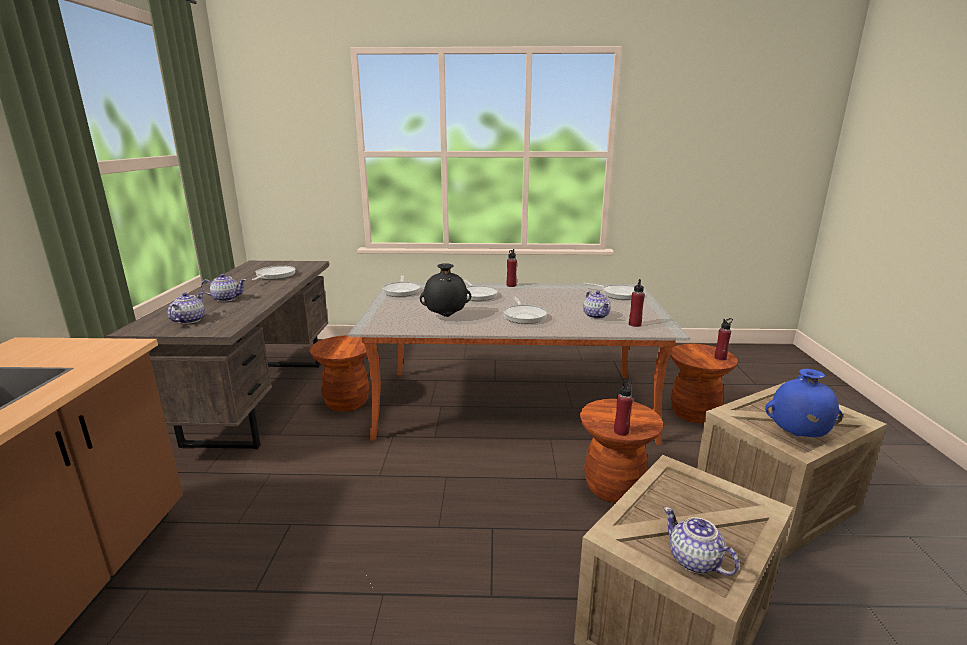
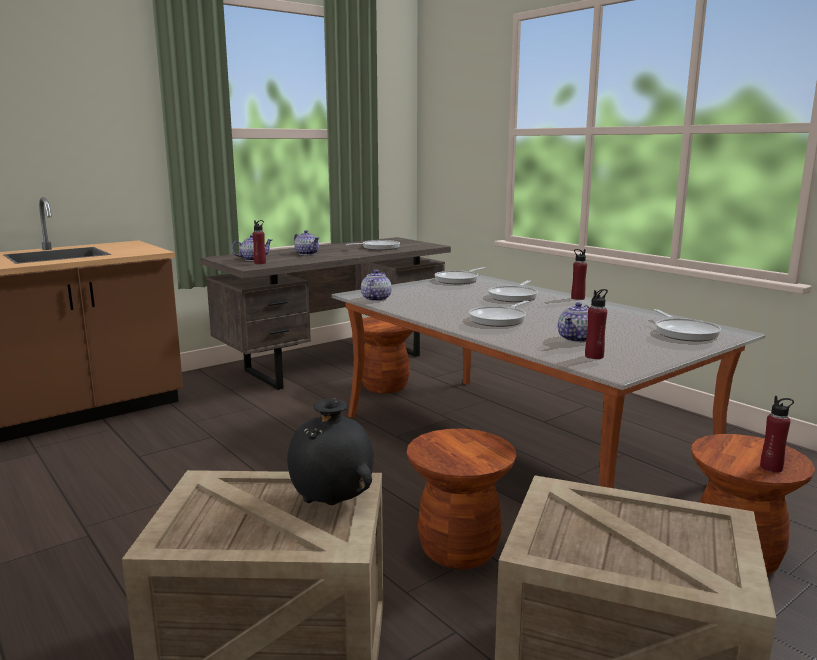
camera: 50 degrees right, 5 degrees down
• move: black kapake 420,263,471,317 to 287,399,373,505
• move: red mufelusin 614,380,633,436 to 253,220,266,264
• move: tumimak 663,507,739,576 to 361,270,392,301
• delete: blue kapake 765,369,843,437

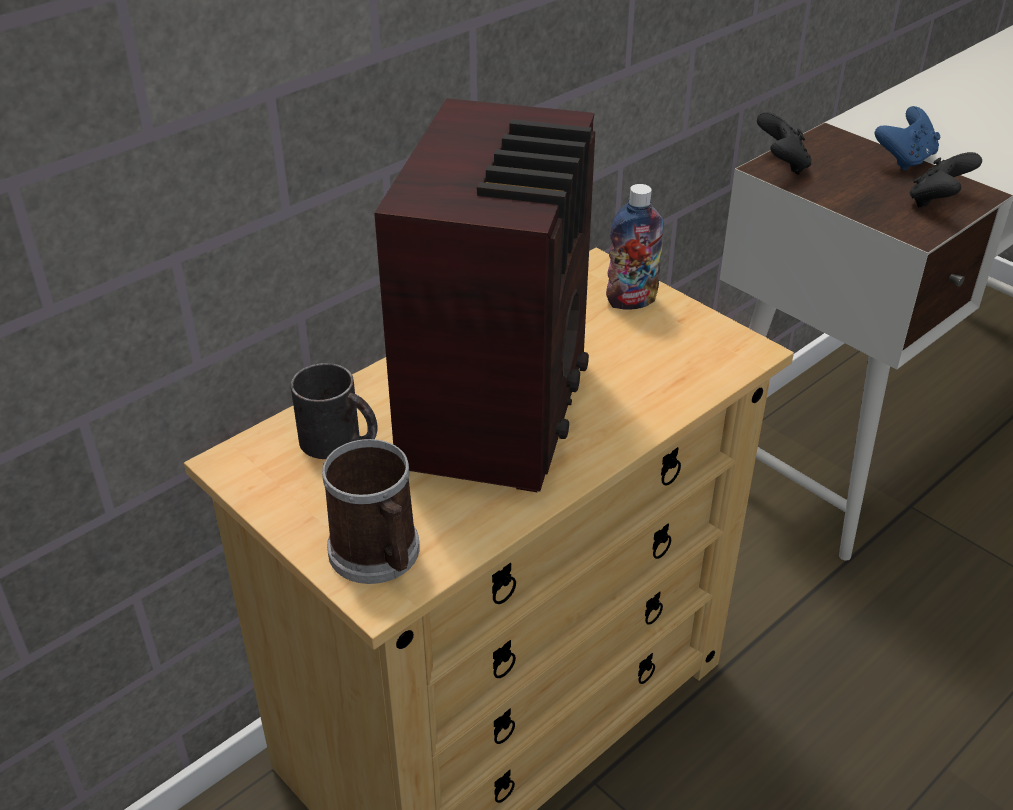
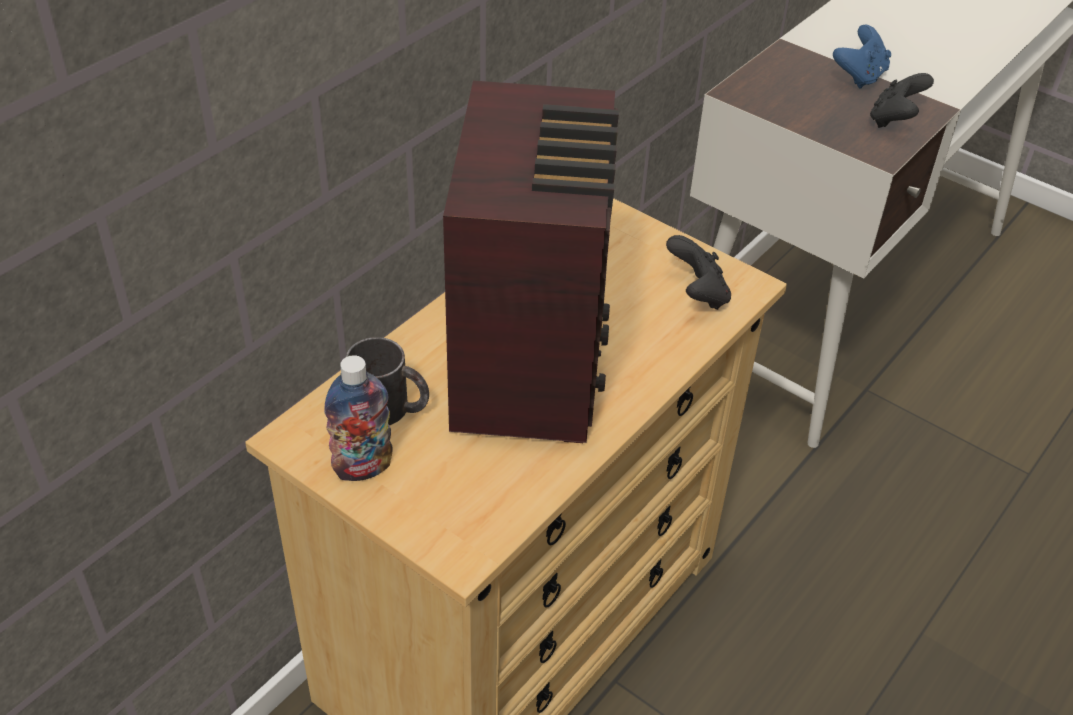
camera: 10 degrees left, 5 degrees up
• delete: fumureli 322,439,419,584
• move: mufelusin 606,184,664,310 to 324,355,393,481
• move: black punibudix 757,112,812,175 to 666,235,731,310

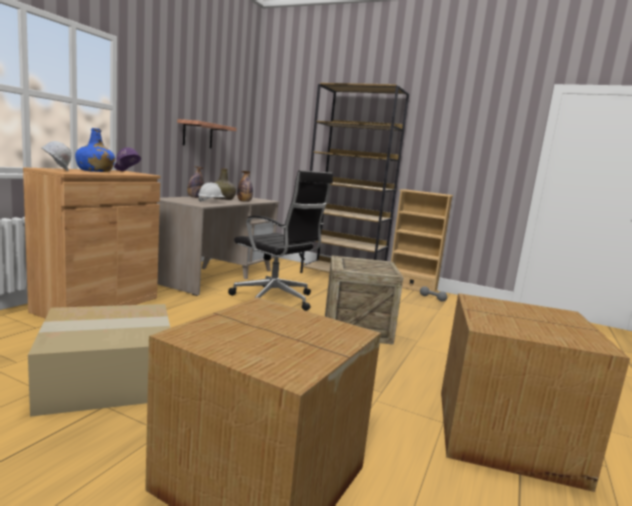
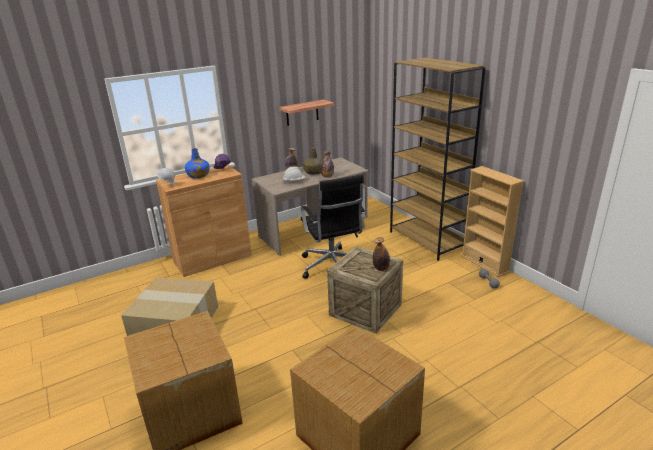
camera: 35 degrees right, 15 degrees up
• insert: mufelusin 373,237,390,271

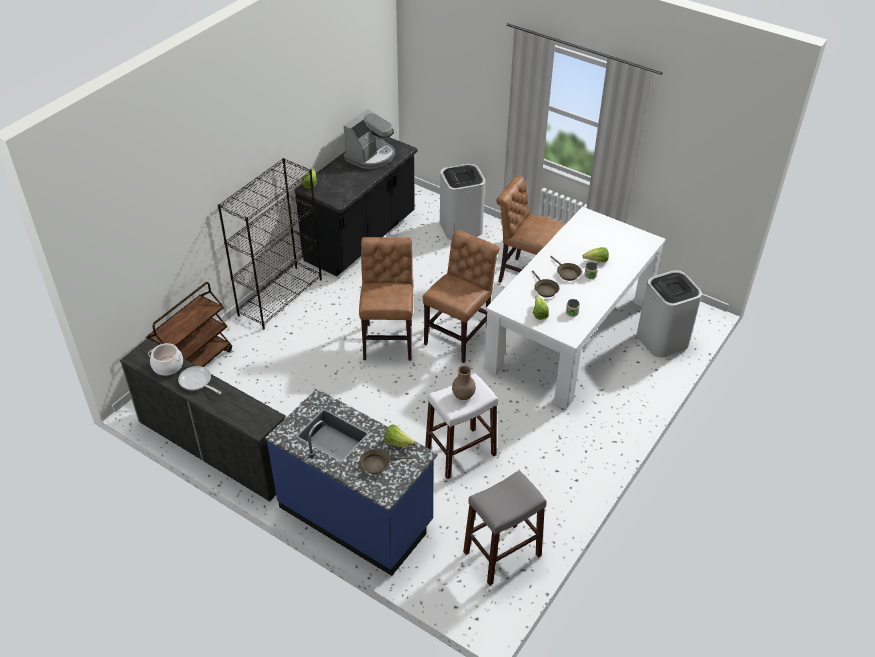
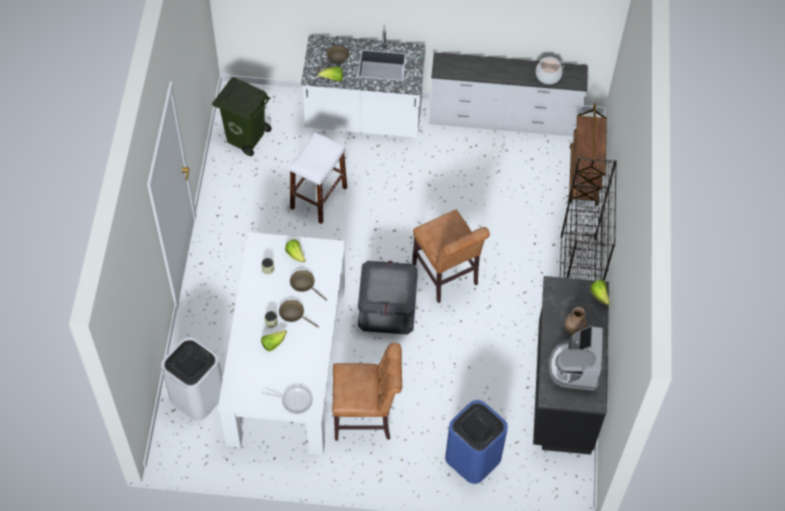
camera: 150 degrees right, 15 degrees up
• move: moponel 178,366,222,394 to 261,386,313,414
• recolor: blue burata 265,389,438,576 to white burata 301,30,426,138
• replace: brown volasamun 423,230,500,363 to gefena 358,261,418,335
• recolor: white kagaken 440,163,485,240 to blue kagaken 445,400,508,484
• move: brown kapake 452,365,476,400 to 565,307,587,334
• replace: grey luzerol 463,470,547,585 to green kagaken 212,77,272,156

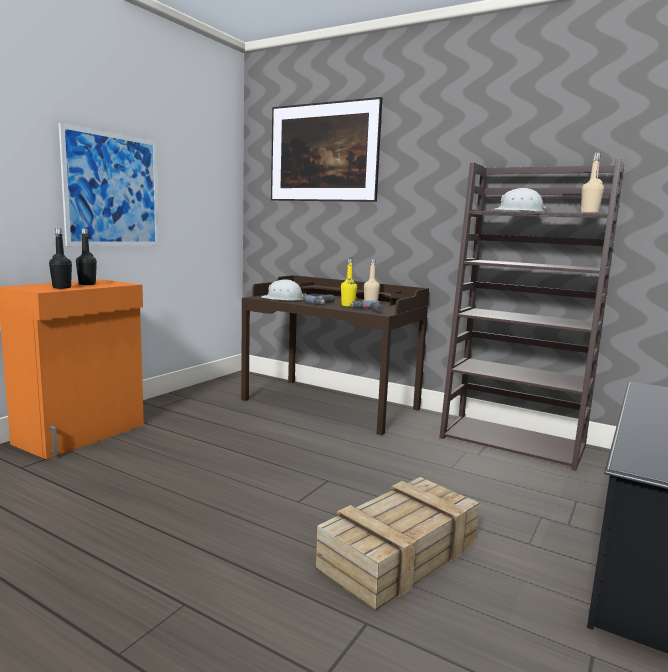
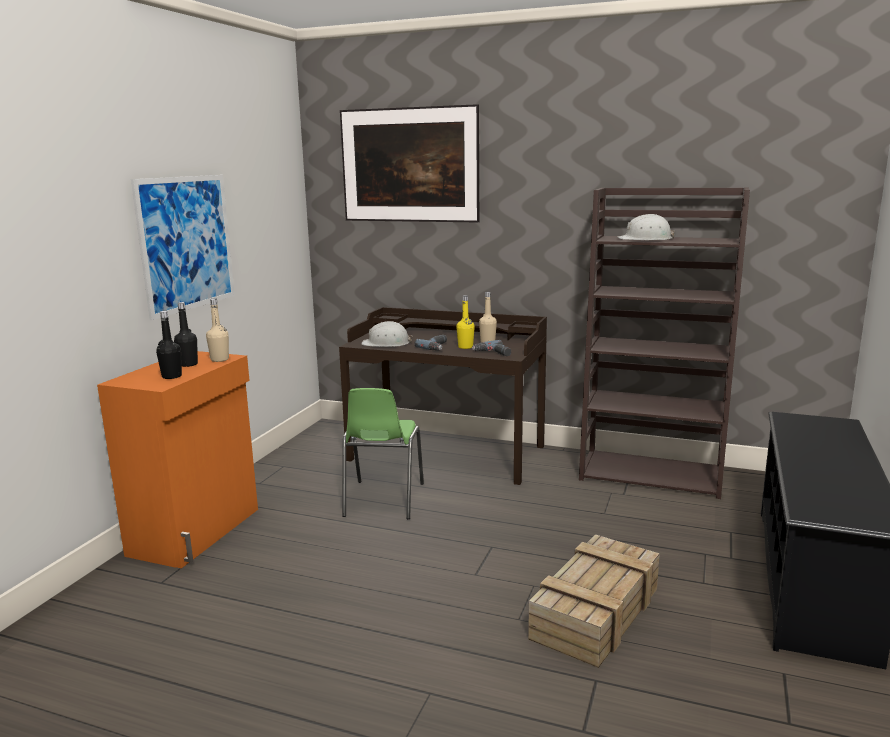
camera: 10 degrees left, 5 degrees up
• move: beige mufelusin 581,153,604,213 to 206,298,229,362
• insert: green volasamun 342,388,424,519

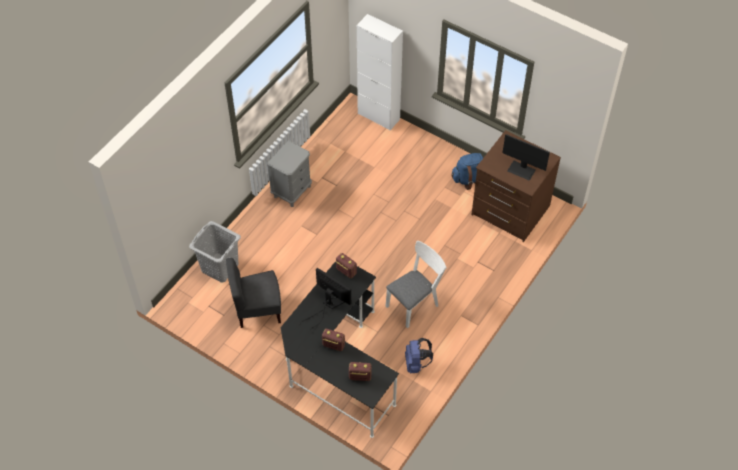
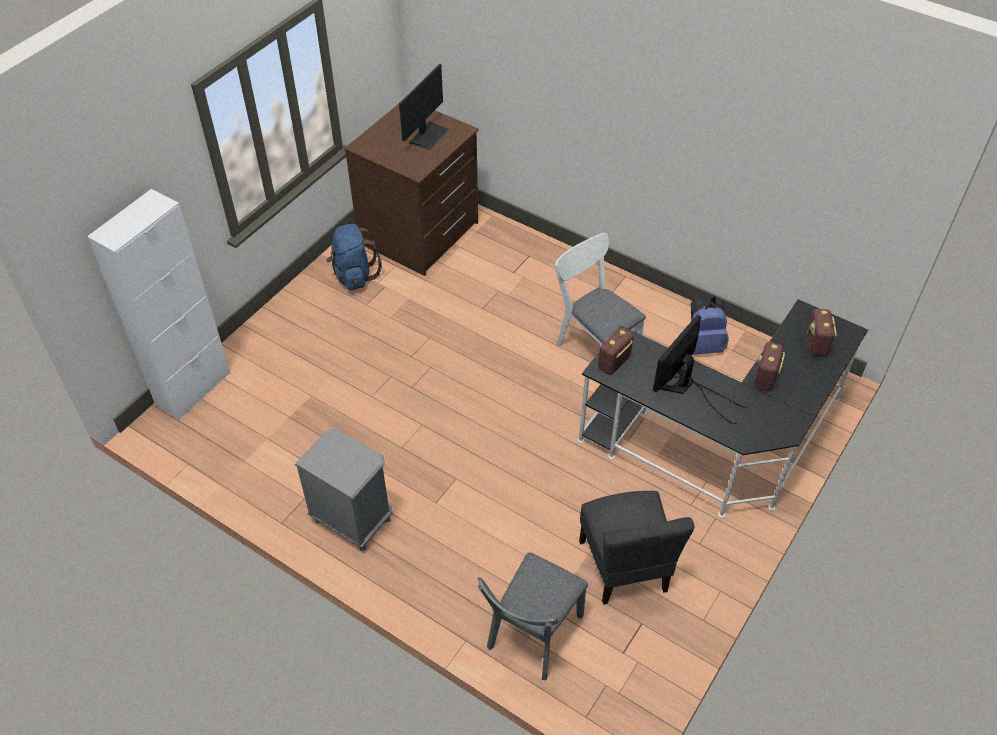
camera: 90 degrees left, 5 degrees down
• replace: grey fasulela 189,221,241,283 to grey volasamun 477,552,588,680

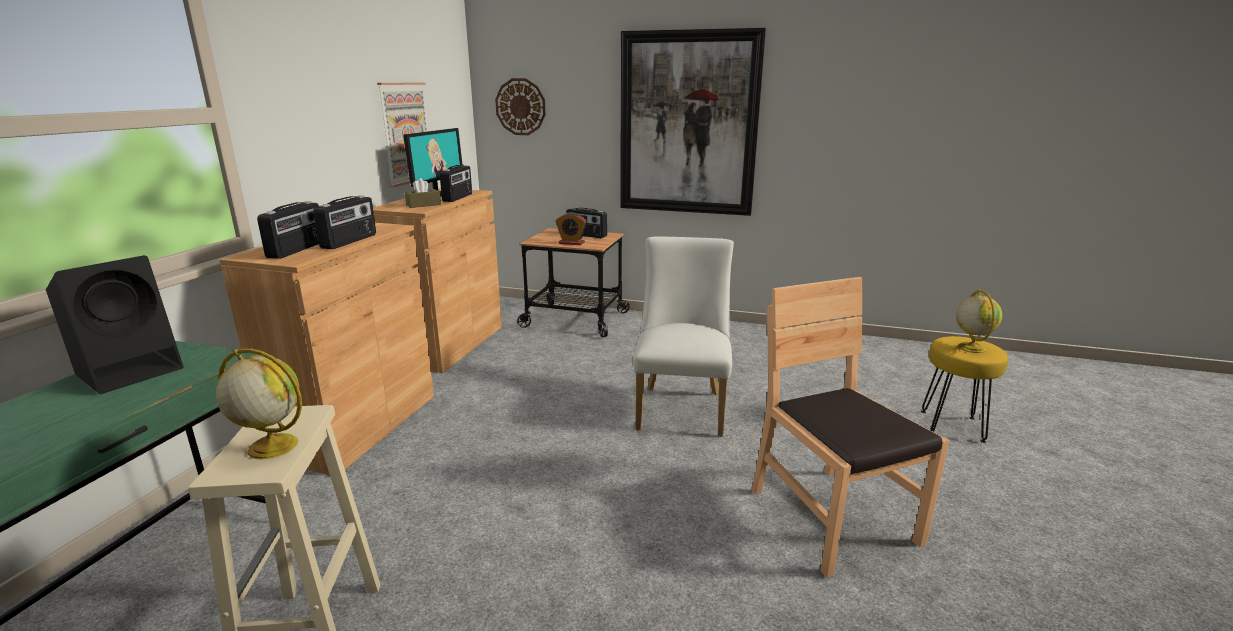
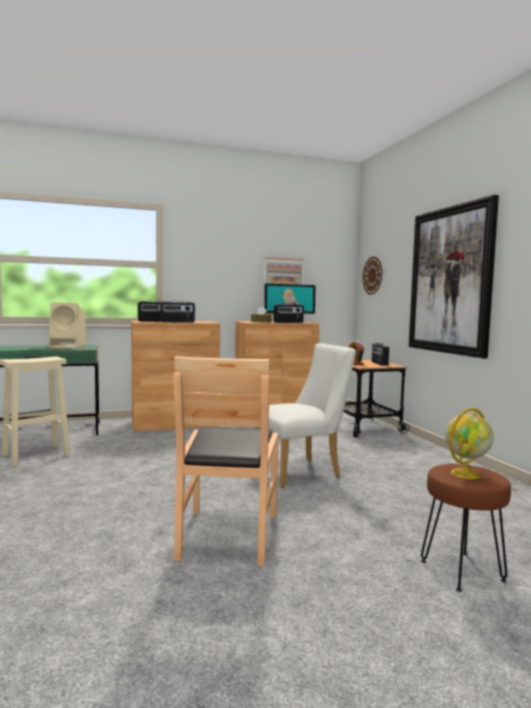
camera: 55 degrees right, 15 degrees down
• recolor: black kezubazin 46,255,184,394 to beige kezubazin 49,302,86,348
• delete: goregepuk 216,349,302,460
• rotate: brown volasamun 752,277,949,578 = 173,356,278,566 150 degrees clockwise
• recolor: yellow luzerol 921,336,1008,443 to brown luzerol 421,464,511,592

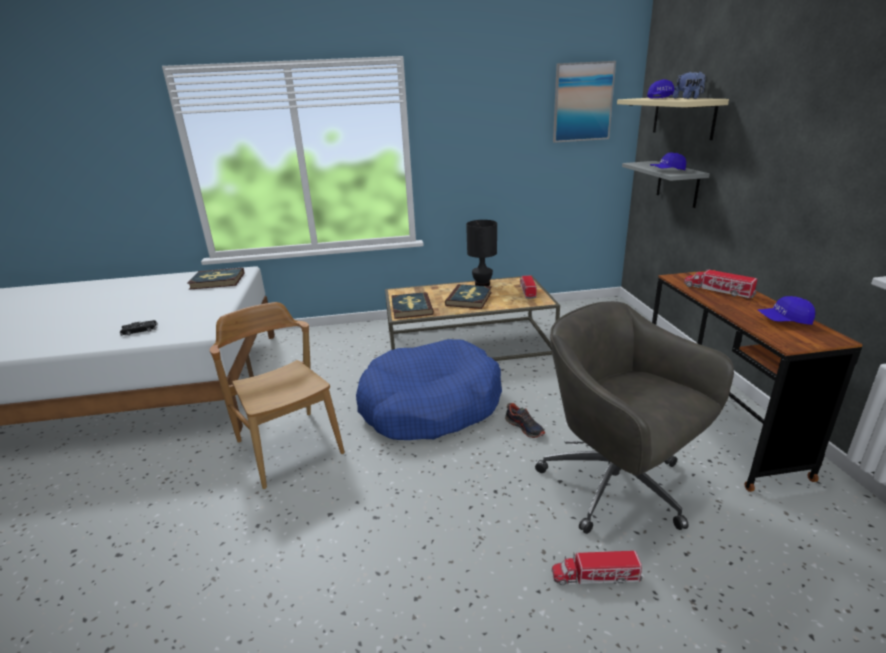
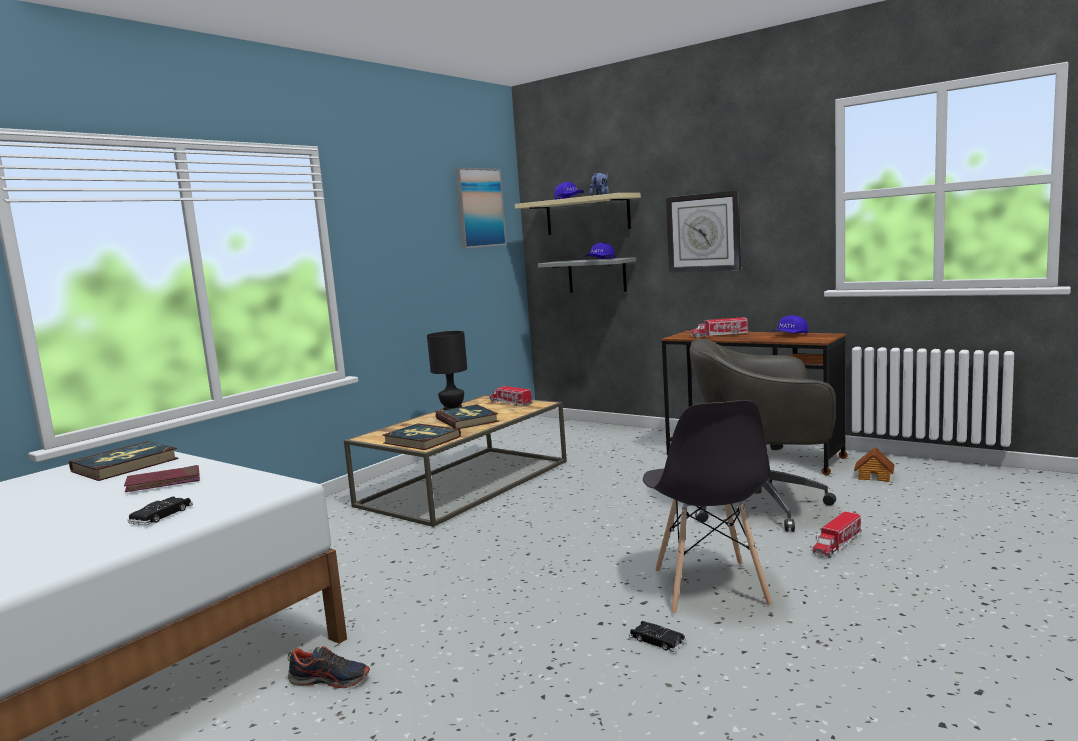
camera: 45 degrees left, 15 degrees down
• delete: brown volasamun 210,302,345,489
• delete: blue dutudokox 356,339,502,440
• move: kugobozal 505,403,545,438 to 288,646,370,688
• insert: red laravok 124,465,200,492
• insert: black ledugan 629,621,686,652
• insert: grey volasamun 643,400,772,615
• insert: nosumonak 666,190,741,273
• insert: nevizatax 854,447,895,482

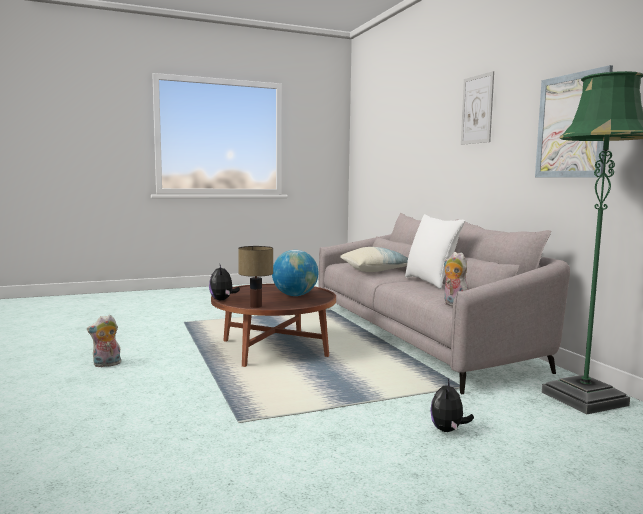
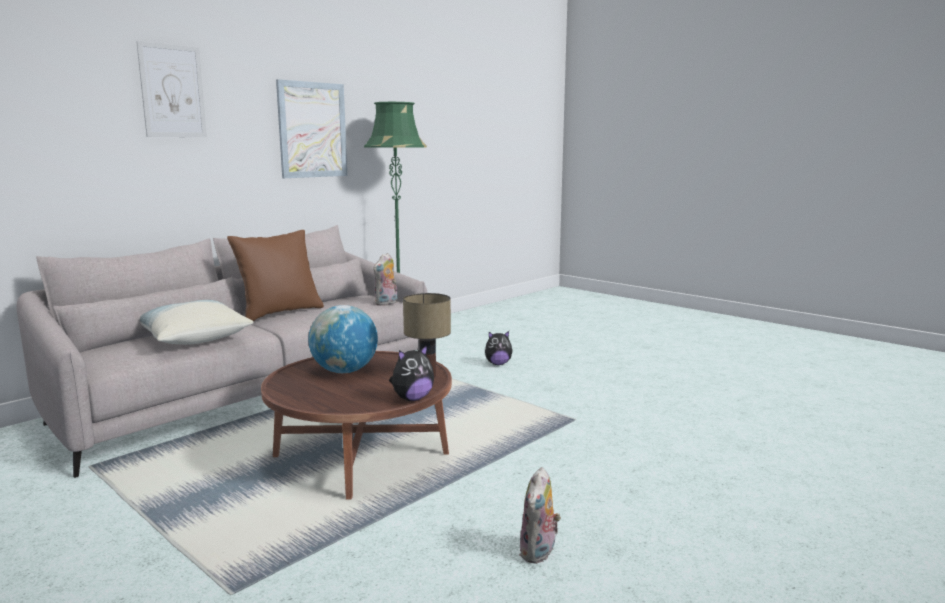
camera: 115 degrees left, 5 degrees up
• rotate: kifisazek 87,315,121,367 = 519,467,561,564 75 degrees clockwise
• recolor: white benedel 405,214,465,289 to brown benedel 227,230,324,321

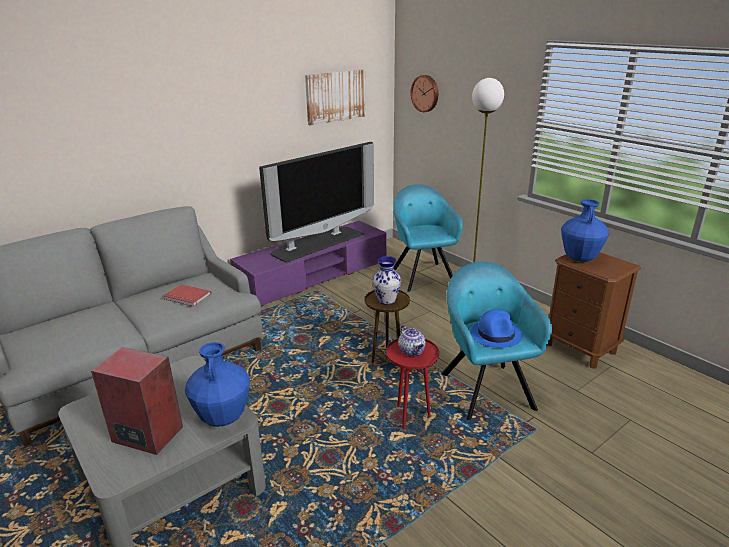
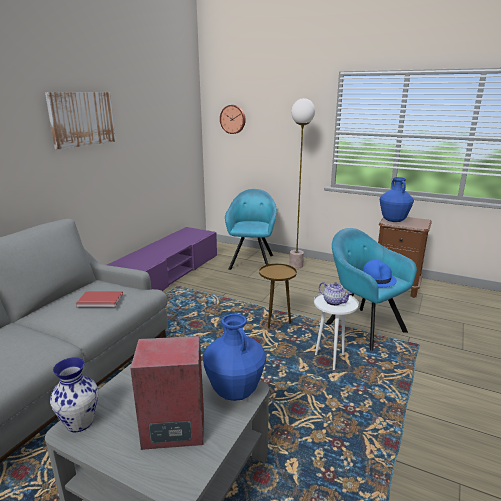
camera: 25 degrees left, 5 degrees down
• delete: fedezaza 259,142,374,263
• move: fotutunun 305,69,366,125 to 45,92,116,149
• move: kapake 372,256,401,305 to 50,357,98,432
• recolor: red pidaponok 386,338,439,429 to white pidaponok 314,293,359,370
• rotate: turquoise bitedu 393,184,463,292 = 225,189,277,270 45 degrees clockwise

